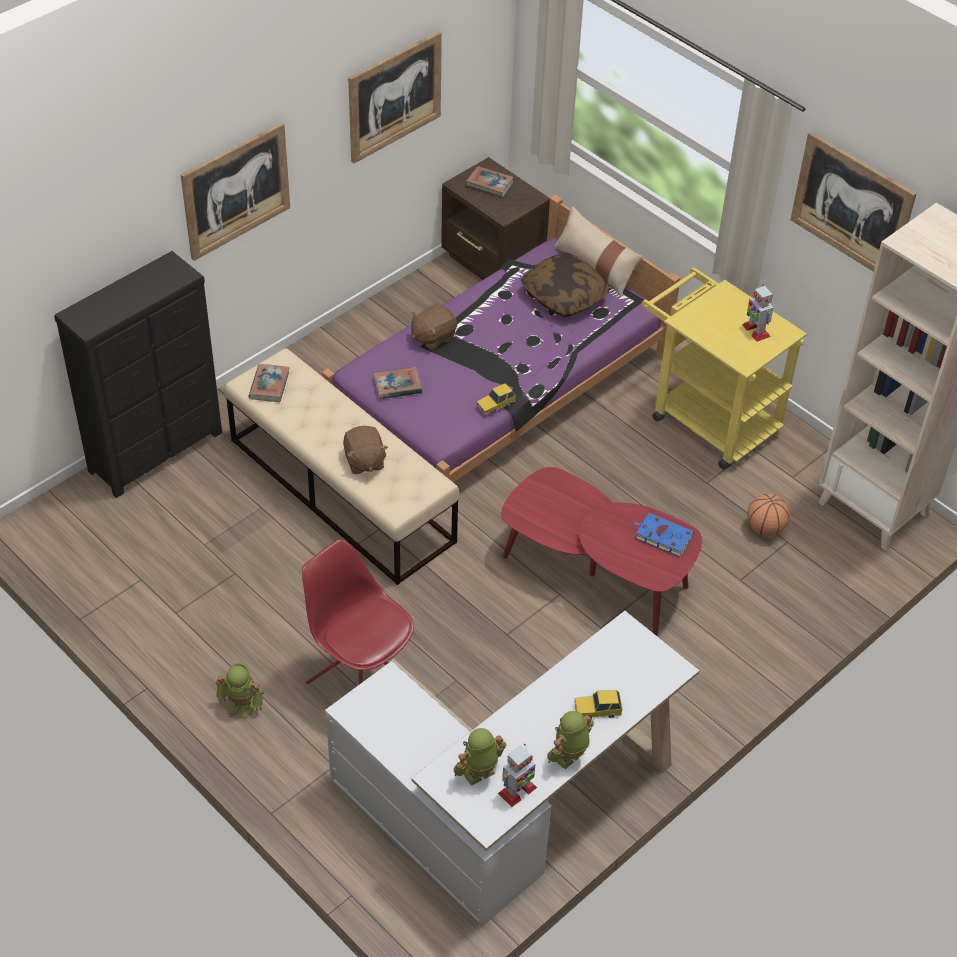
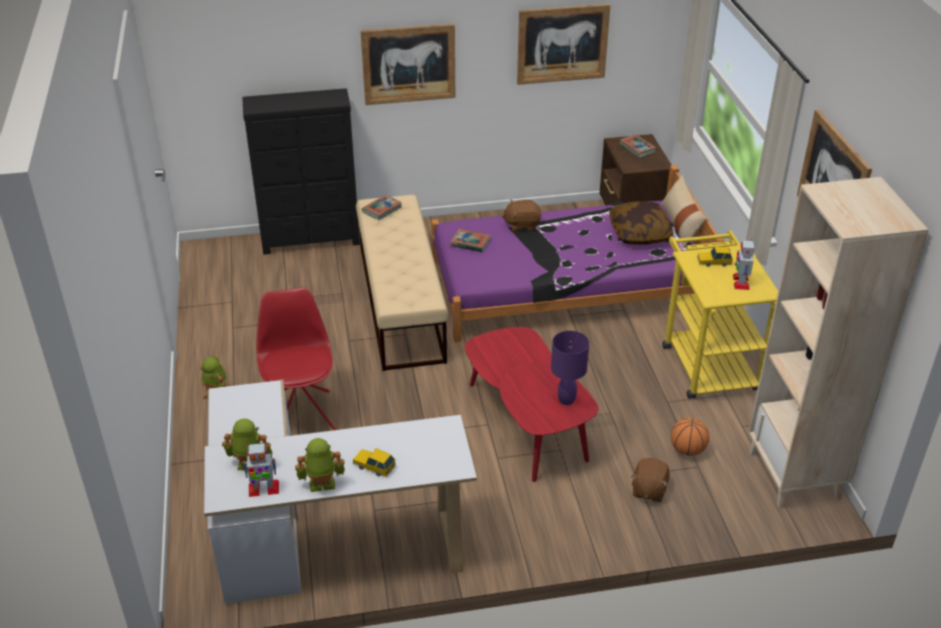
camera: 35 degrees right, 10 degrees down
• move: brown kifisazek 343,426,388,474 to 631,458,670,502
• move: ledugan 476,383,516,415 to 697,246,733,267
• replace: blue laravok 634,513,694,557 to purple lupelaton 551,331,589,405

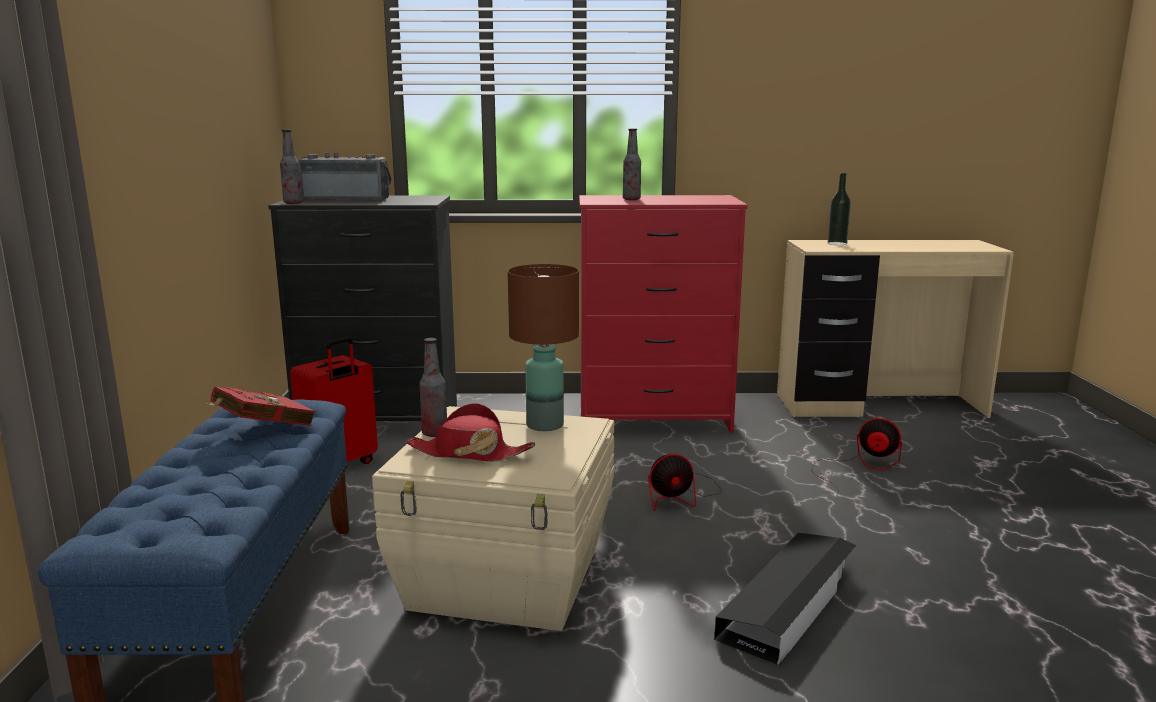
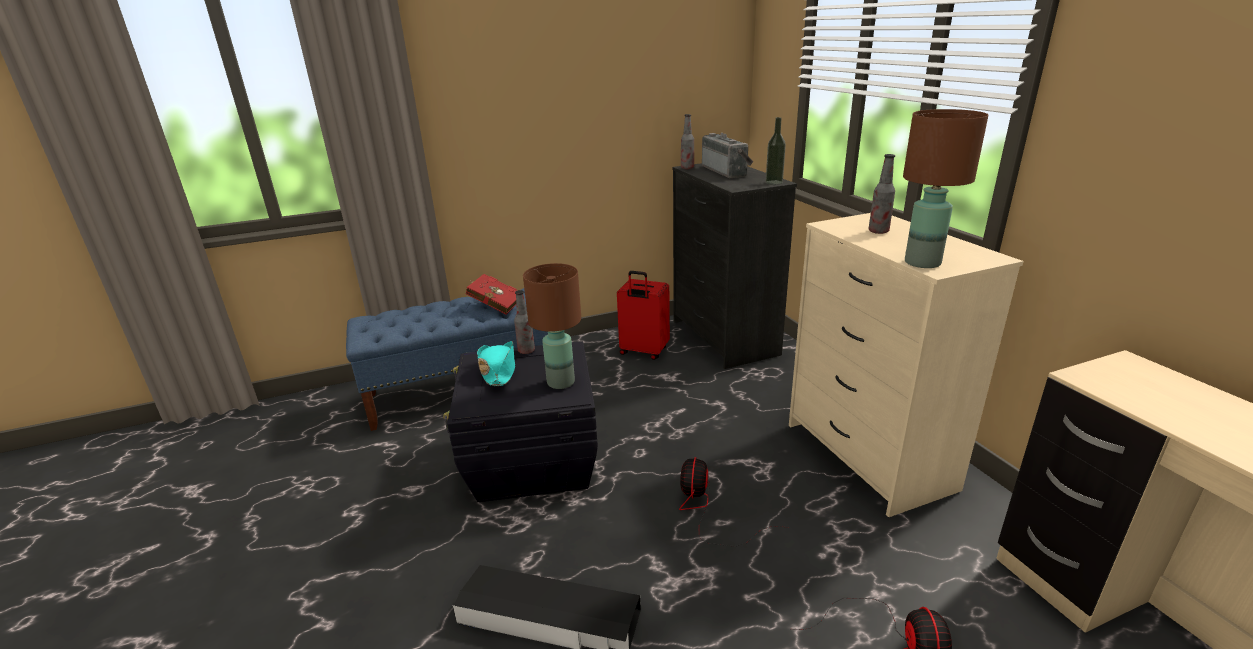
camera: 70 degrees right, 10 degrees up
• recolor: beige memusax 372,406,614,631 to black memusax 443,341,598,502
• recolor: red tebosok 406,403,535,462 to turquoise tebosok 477,341,515,386
• recolor: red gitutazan 579,195,748,433 to beige gitutazan 789,213,1024,517
• rotate: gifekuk 648,454,722,511 = 679,457,789,547 45 degrees clockwise
• move: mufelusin 828,173,851,245 to 766,117,786,185
• insert: brown lupelaton 903,109,988,268

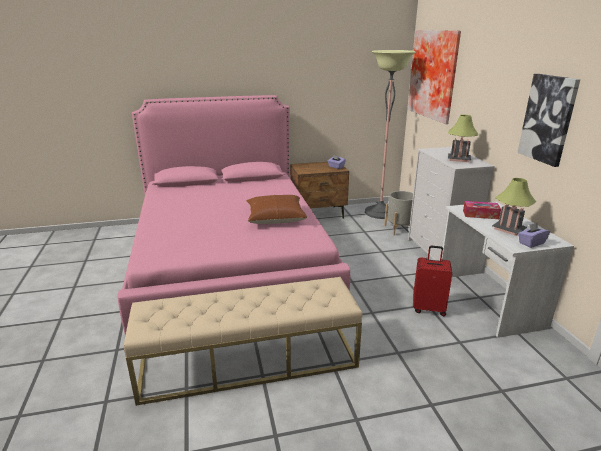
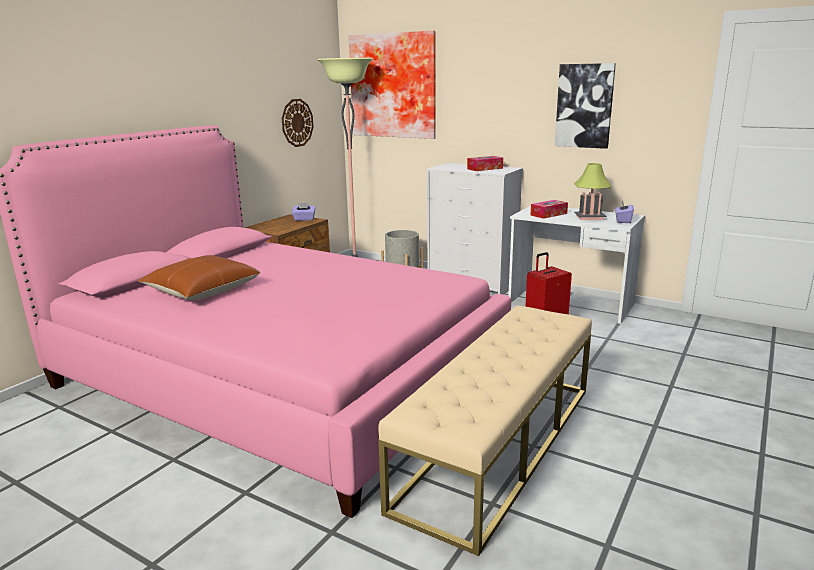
camera: 45 degrees left, 5 degrees down
• move: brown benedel 246,195,307,224 to 138,255,260,300
• replace: lupelaton 448,115,478,162 to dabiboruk 467,156,503,171
• insert: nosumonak 282,99,314,147

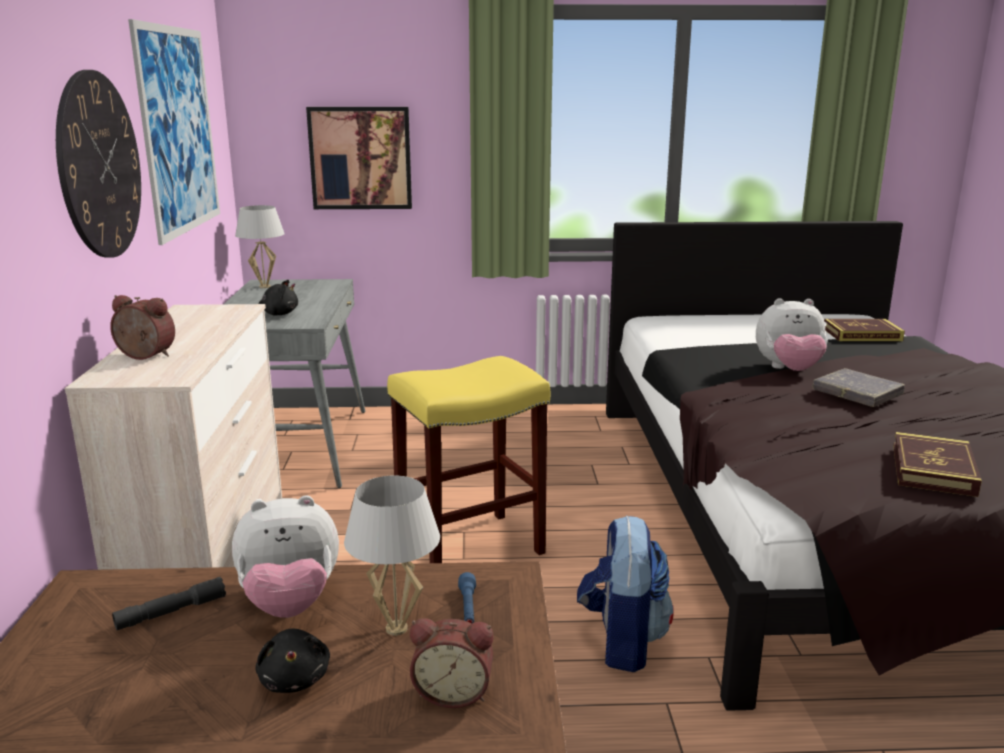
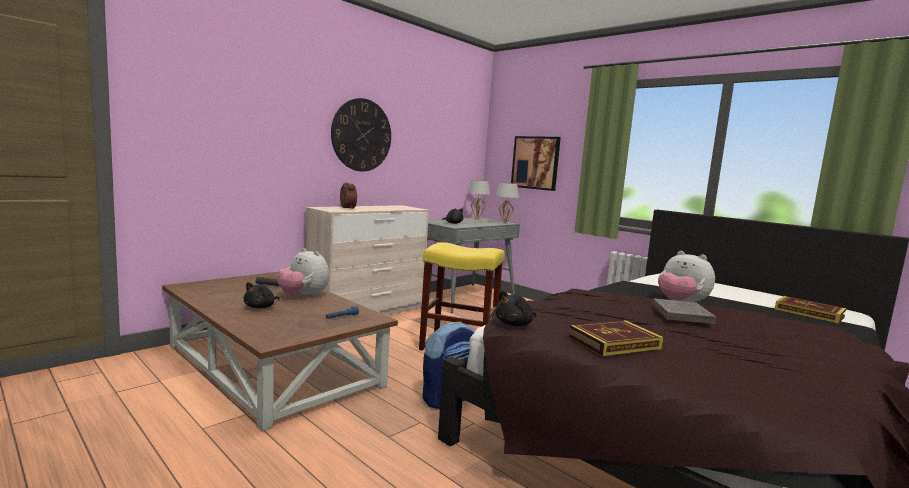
camera: 45 degrees right, 10 degrees down
• delete: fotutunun 128,19,220,245
• move: white lupelaton 344,475,440,636 to 495,182,519,224
• delete: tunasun 410,618,493,708
• insert: black kifisazek 495,290,537,326

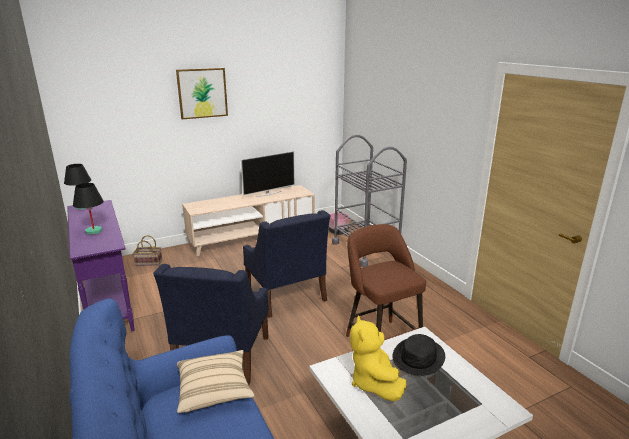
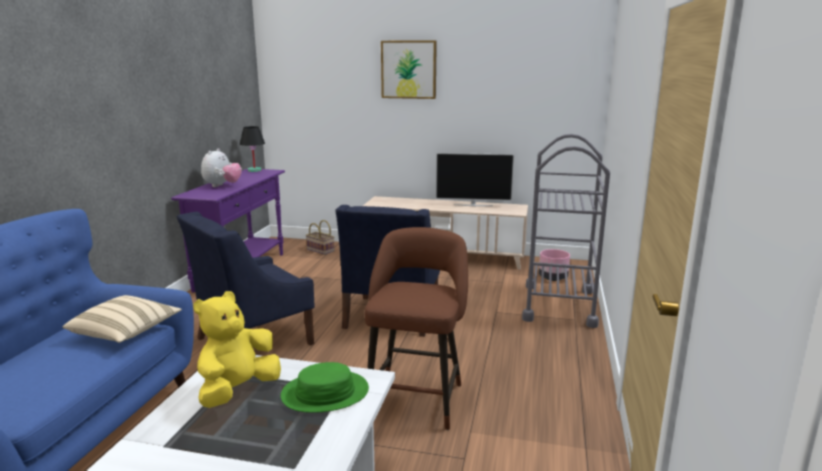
camera: 40 degrees right, 5 degrees down
• replace: black lupelaton 73,183,104,235 to kifisazek 201,148,242,187
• recolor: black tebosok 392,334,445,376 to green tebosok 280,362,369,413

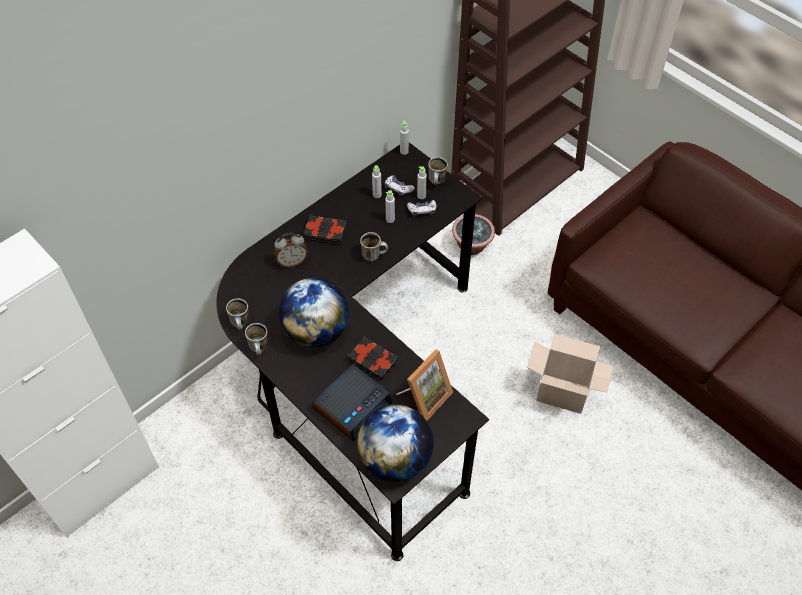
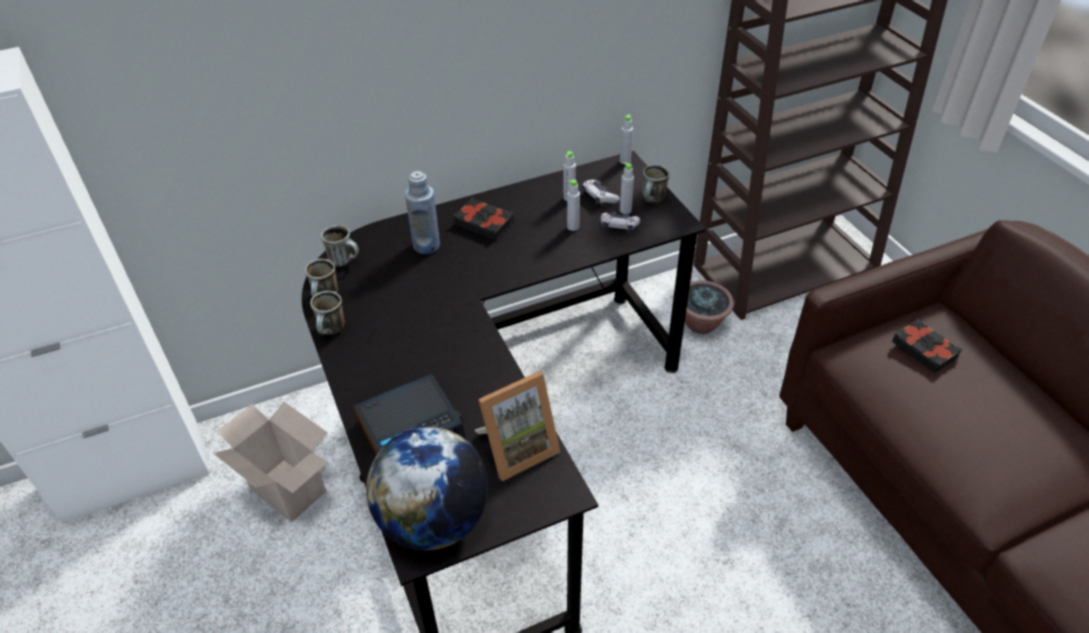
camera: 20 degrees right, 10 degrees down
• replace: tunasun 274,233,308,268 to blue mufelusin 405,171,440,254
• delete: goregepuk 279,278,349,347
• move: black laravok 348,336,398,381 to 892,318,962,373
• move: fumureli 360,232,388,262 to 321,225,359,266
• move: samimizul 527,334,614,414 to 213,402,328,523

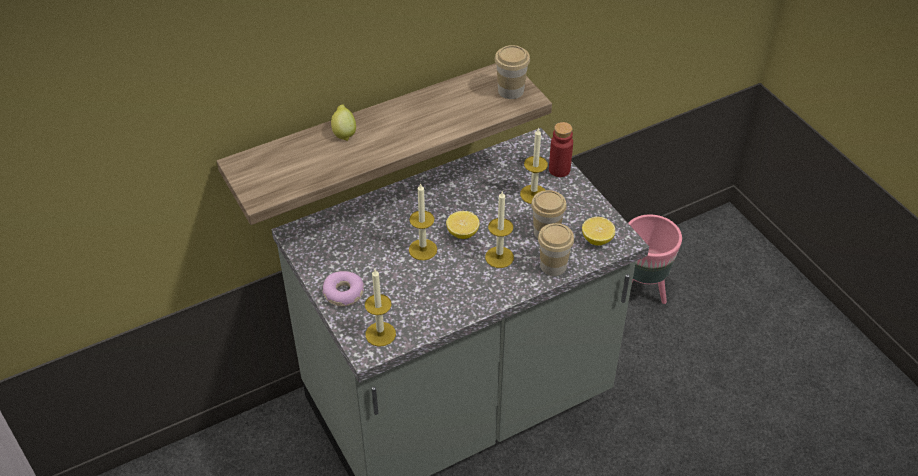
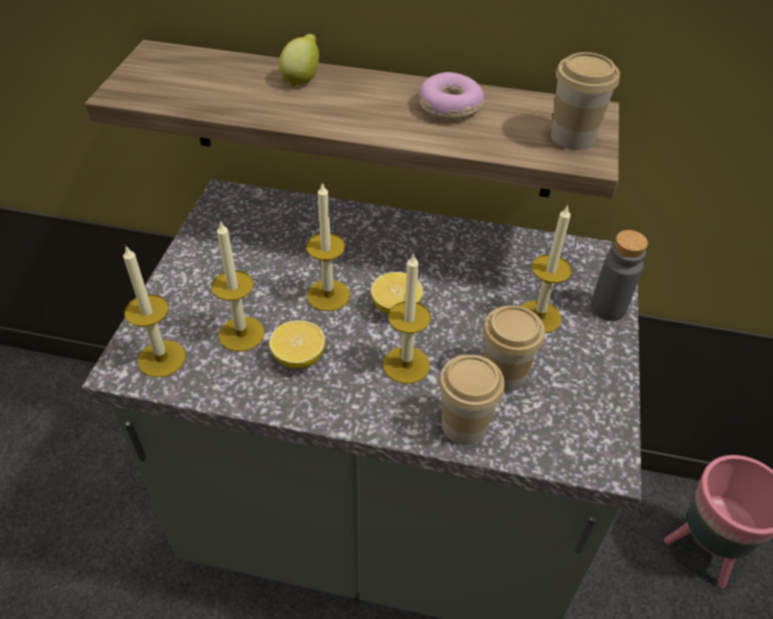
camera: 40 degrees right, 0 degrees up
• move: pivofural 323,271,364,306 to 419,72,485,120
• recolor: red mufelusin 549,122,573,177 to grey mufelusin 591,230,648,321
• move: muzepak 582,217,615,246 to 269,320,325,369
• insert: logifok 211,220,264,352

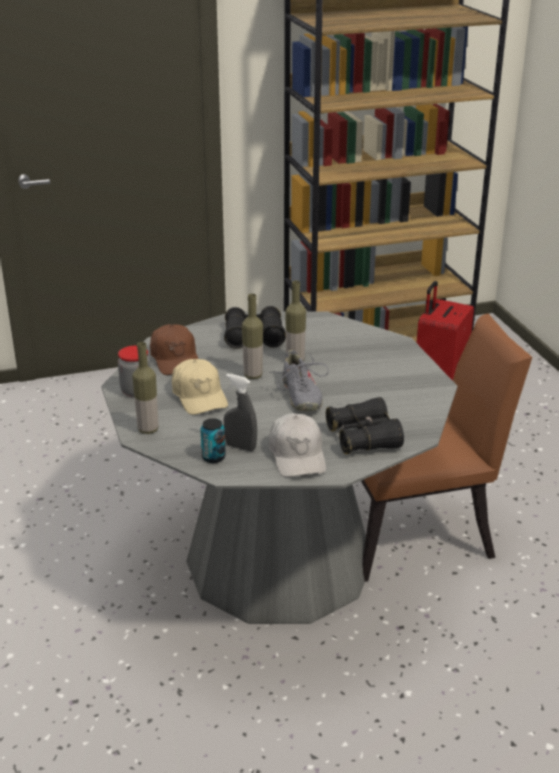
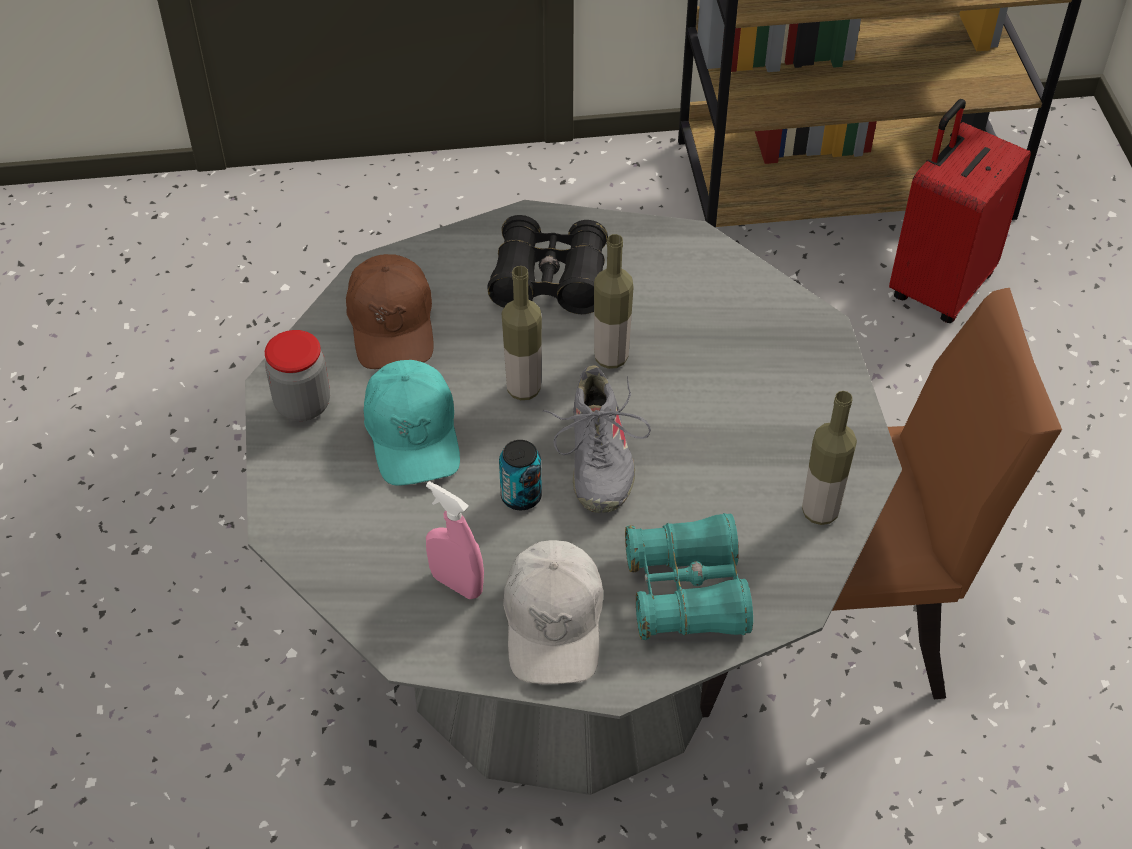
camera: 10 degrees right, 20 degrees up
• move: mufelusin 132,342,159,434 to 802,391,857,525
• recolor: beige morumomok 172,359,228,415 to turquoise morumomok 364,360,460,486
• move: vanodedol 201,418,226,463 to 499,440,542,510
• recolor: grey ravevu 224,374,257,451 to pink ravevu 426,481,484,599
• recolor: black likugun 326,397,404,454 to turquoise likugun 625,513,753,640

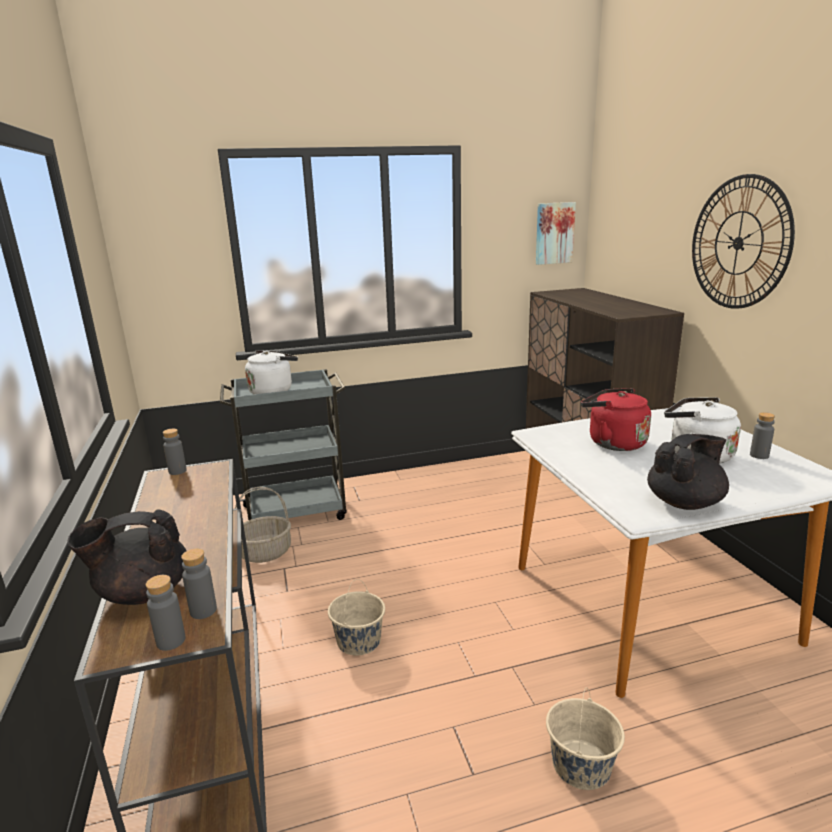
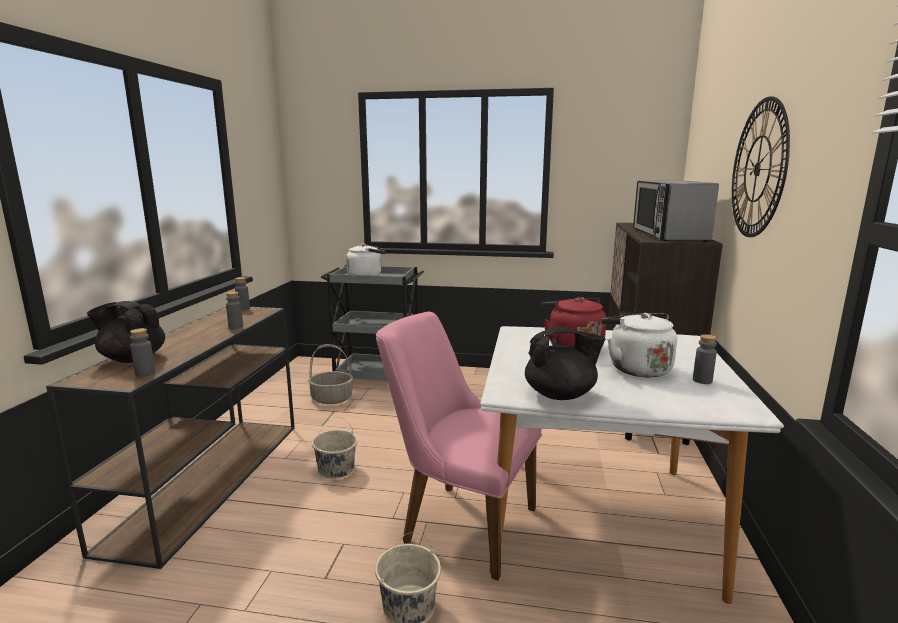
camera: 25 degrees right, 5 degrees down
• move: grey mufelusin 146,575,185,651 to 226,292,243,329
• delete: fotutunun 536,202,576,265
• insert: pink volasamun 376,312,542,581
• insert: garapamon 633,180,719,241

